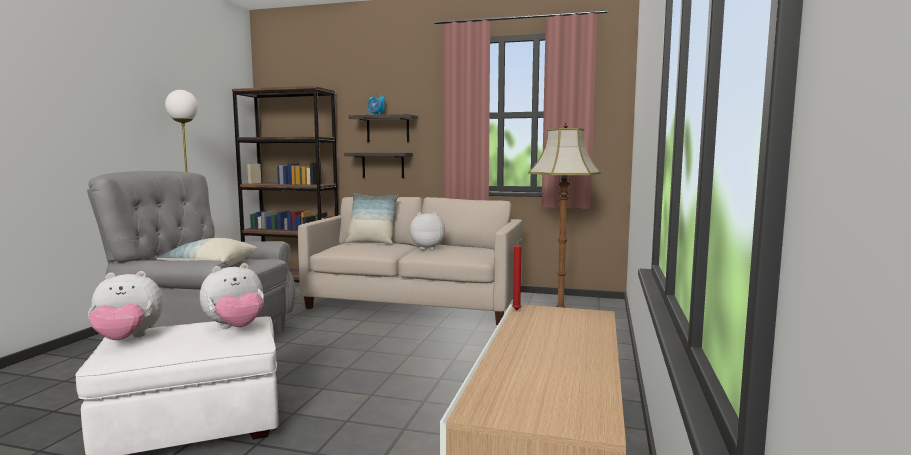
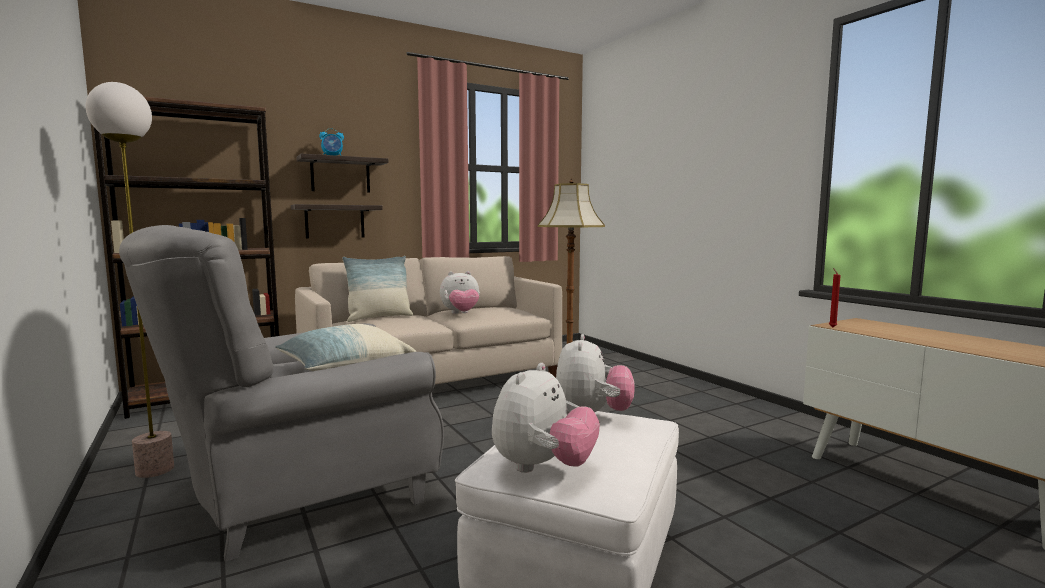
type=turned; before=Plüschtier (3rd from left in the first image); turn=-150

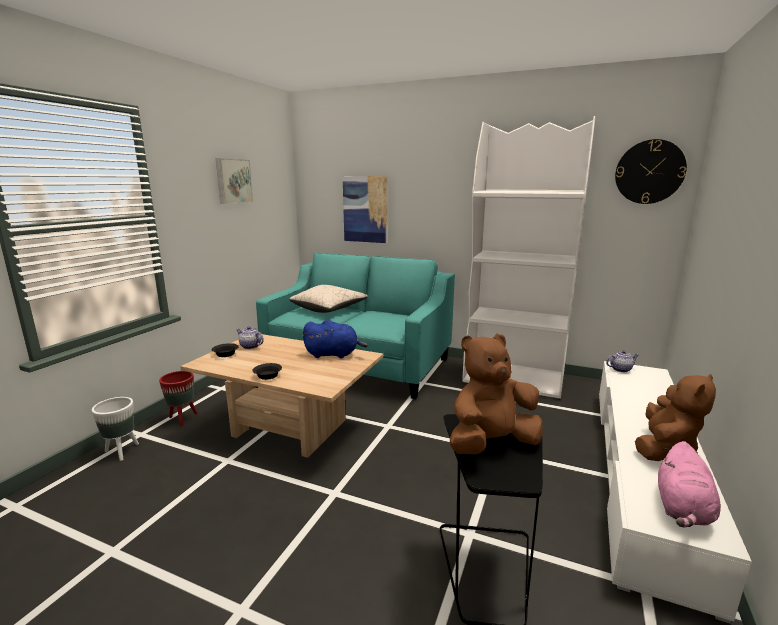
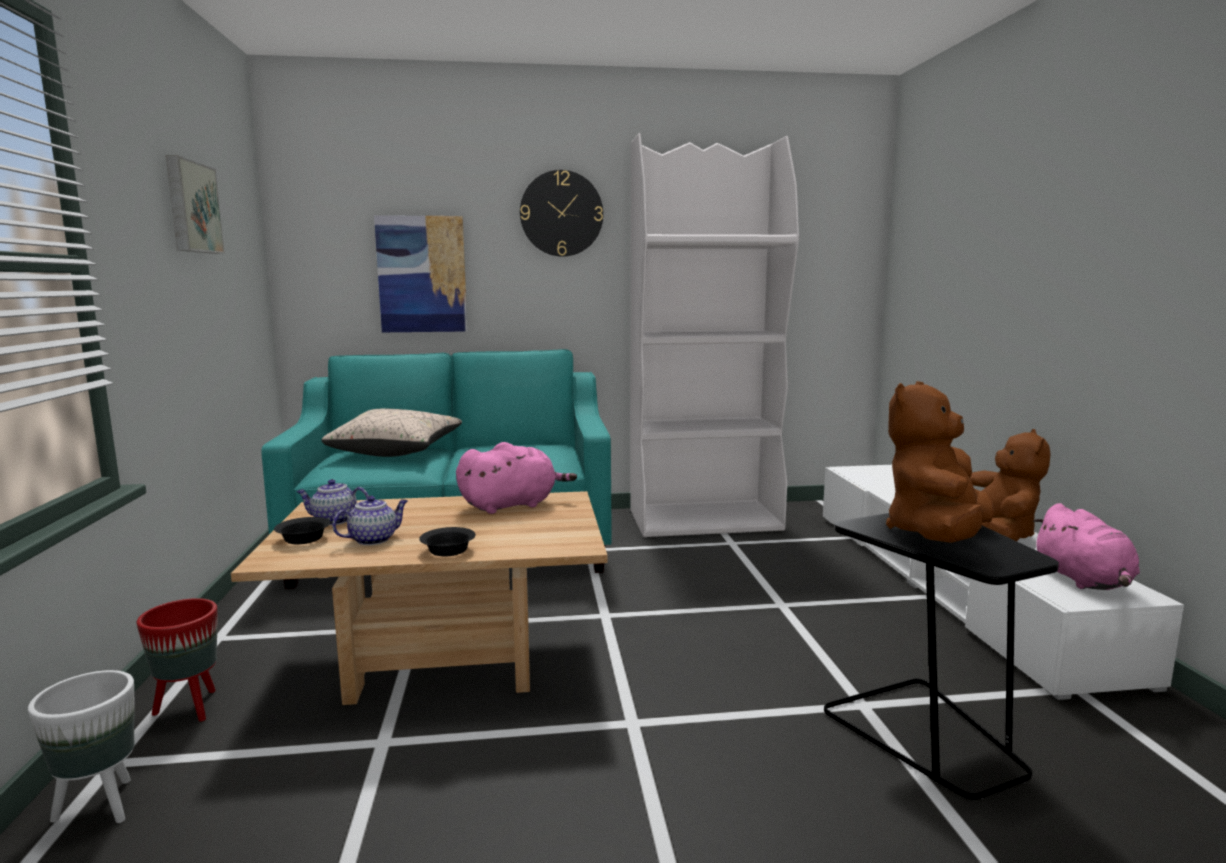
type=moved; before=Teekanne (2nd from left)
type=recoloured; before=Plüschtier [blau]; after=Plüschtier [rosa] (1st from left)
type=moved; before=Wanduhr

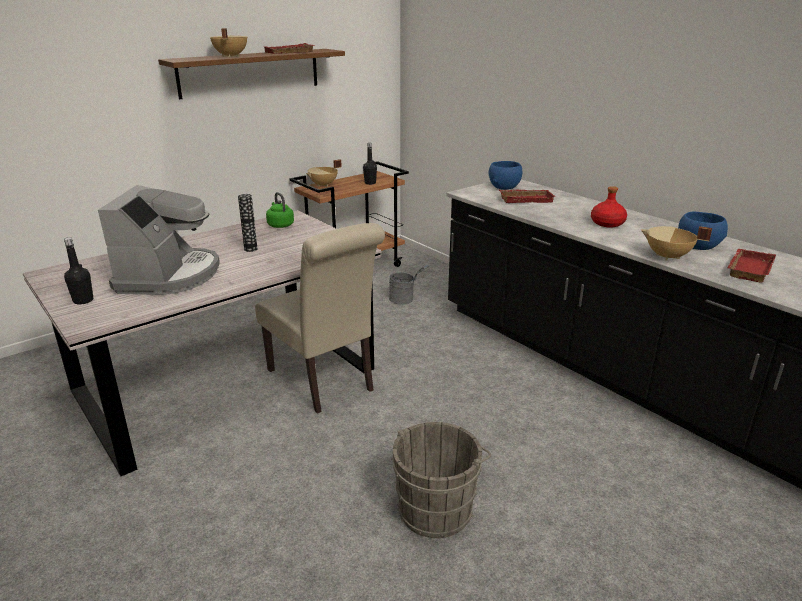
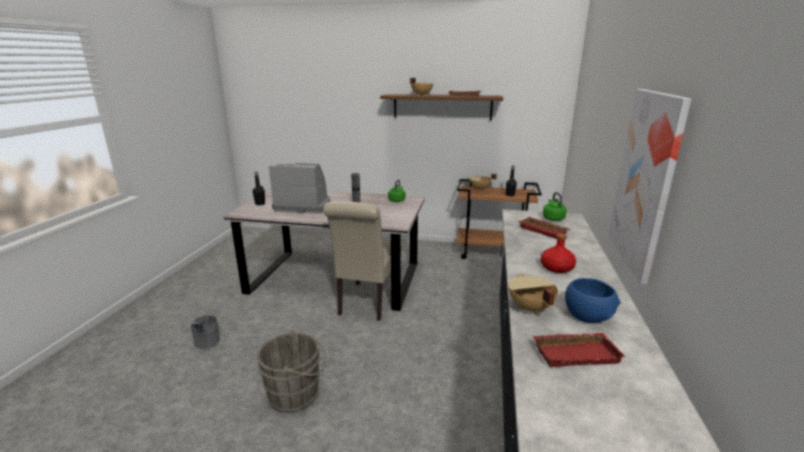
type=moved; before=Eimer [grau] (1st from left)
type=turned; before=Kaffeemaschine; turn=-135
type=replaced; before=Schüssel [blau] (1st from left); after=Wasserkessel [grün] (2nd from left)
type=added; after=Bild

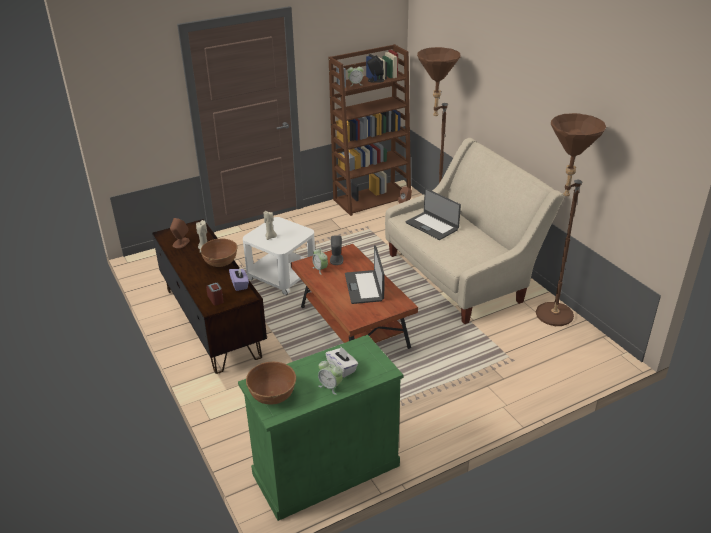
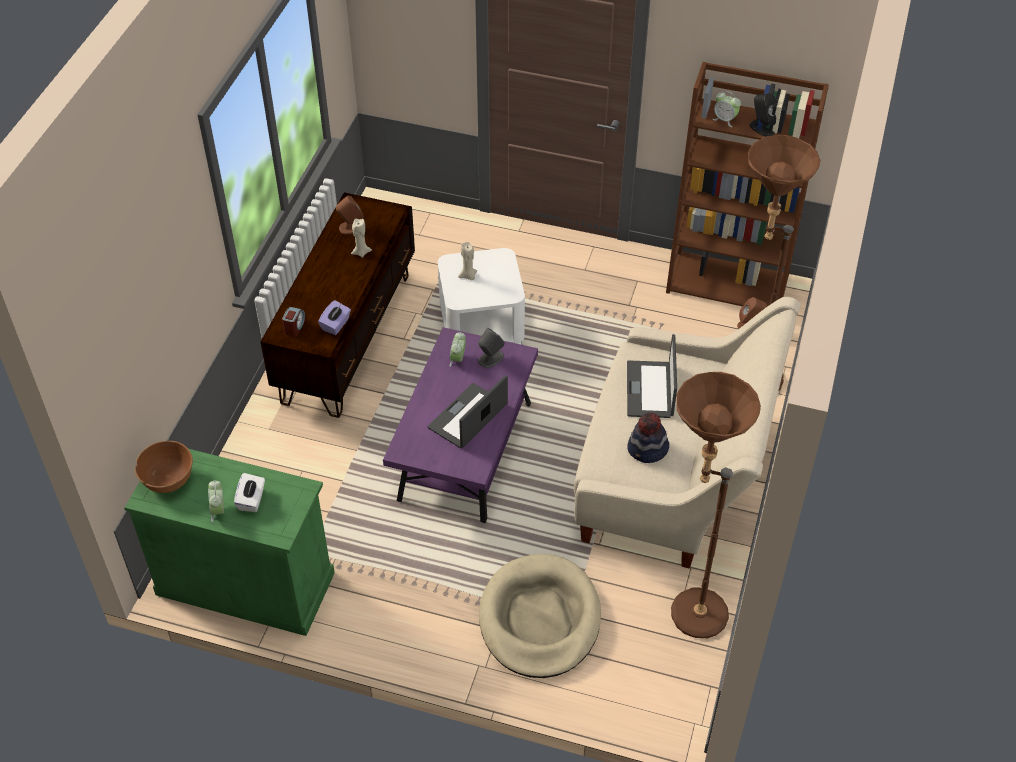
type=recoloured; before=Couchtisch [braun]; after=Couchtisch [lila]
type=added; after=Hundebett [beige]
type=added; after=Hut
type=removed; before=Schüssel [braun] (1st from left)

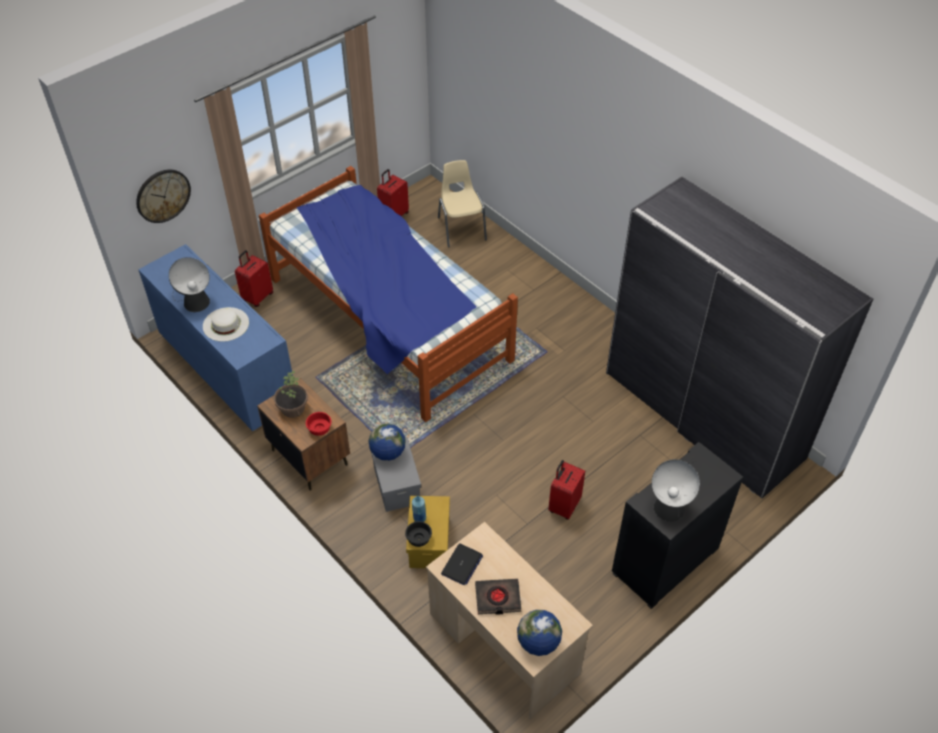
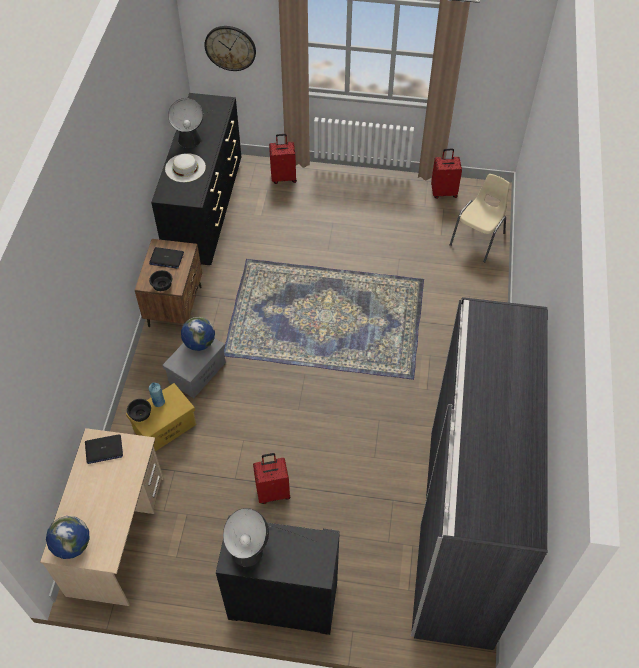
type=replaced; before=Topfpflanze; after=Laptop (2nd from left)
type=recoloured; before=Schüssel [rot]; after=Schüssel [schwarz] (2nd from left)
type=recoloured; before=Kommode [blau]; after=Kommode [schwarz]
type=removed; before=Bett
type=removed; before=Buch [schwarz]

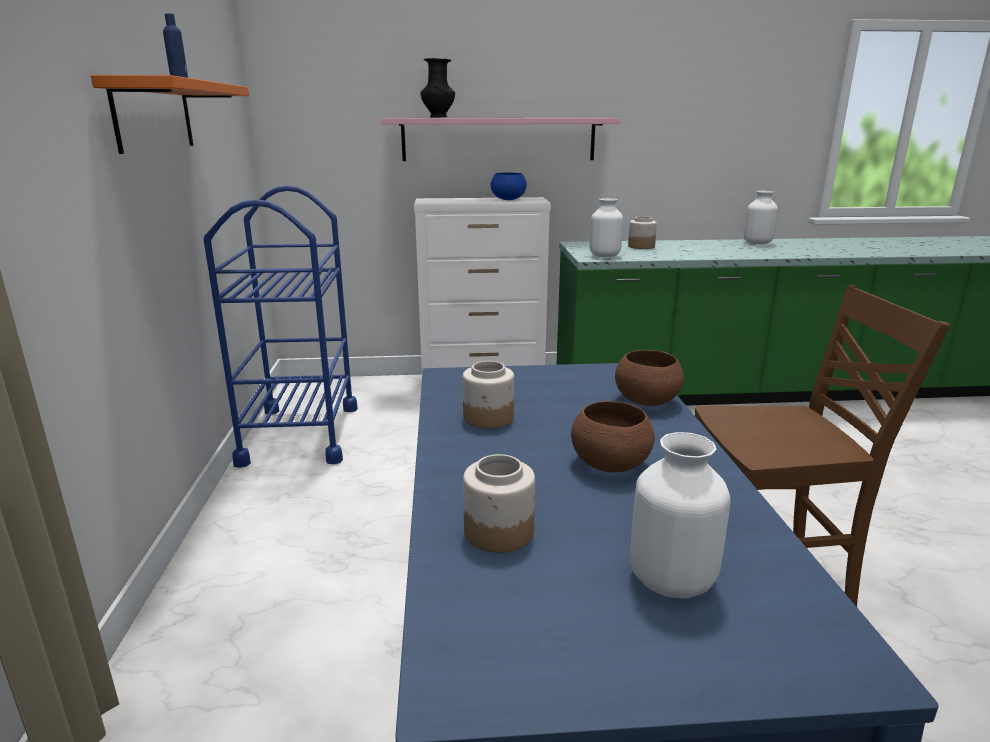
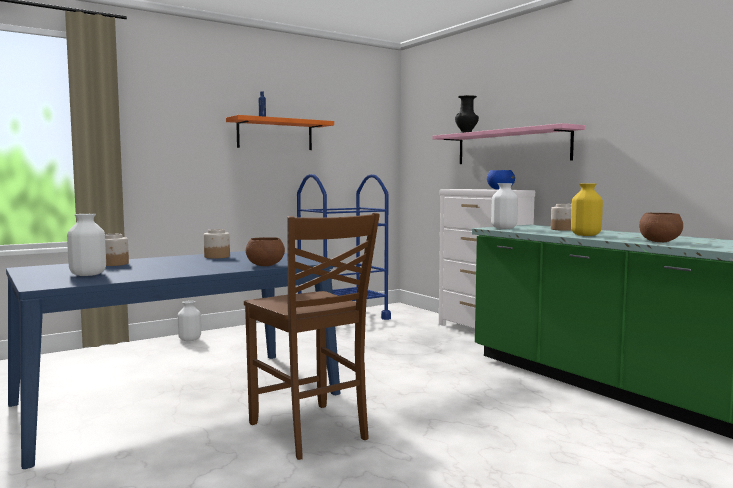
type=moved; before=Vase [weiß] (3rd from left in the first image); after=Vase [weiß] (2nd from left)
type=added; after=Vase [gelb]
type=moved; before=Schüssel [braun] (1st from left in the first image); after=Schüssel [braun] (2nd from left)

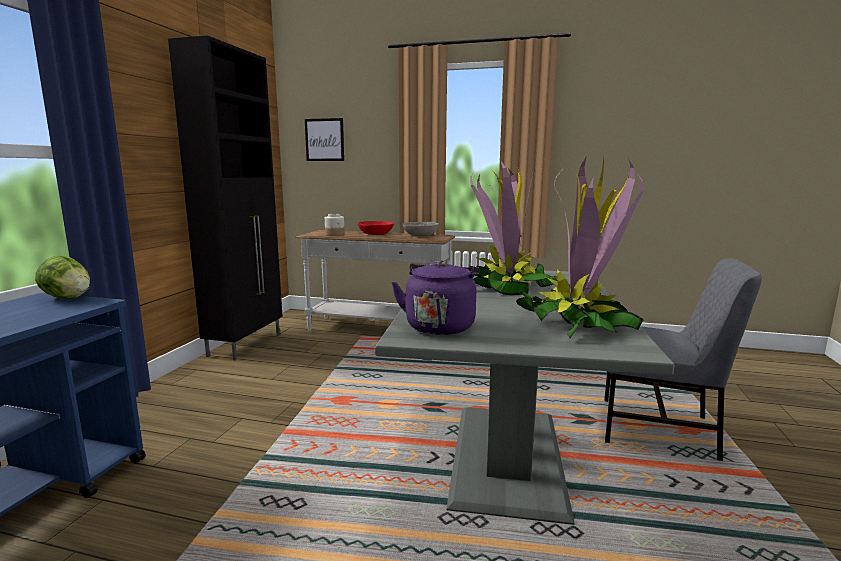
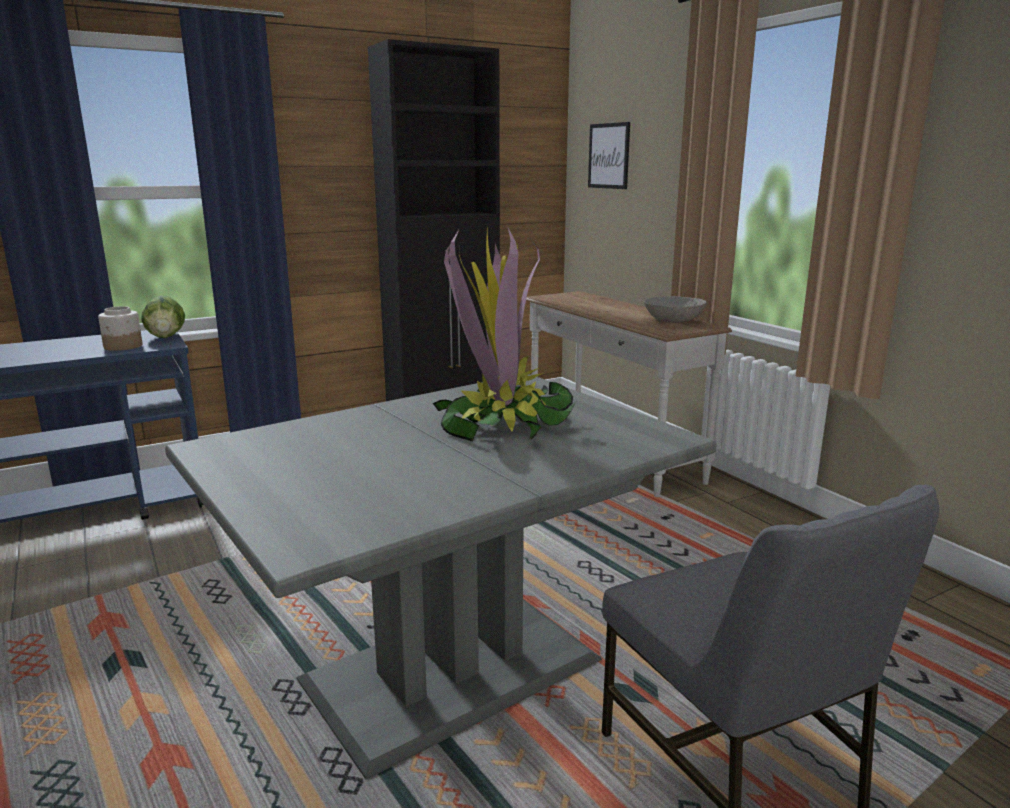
type=moved; before=Vorratsglas
type=removed; before=Schüssel [rot]
type=removed; before=Wasserkessel [lila]
type=removed; before=Topfpflanze (2nd from left)

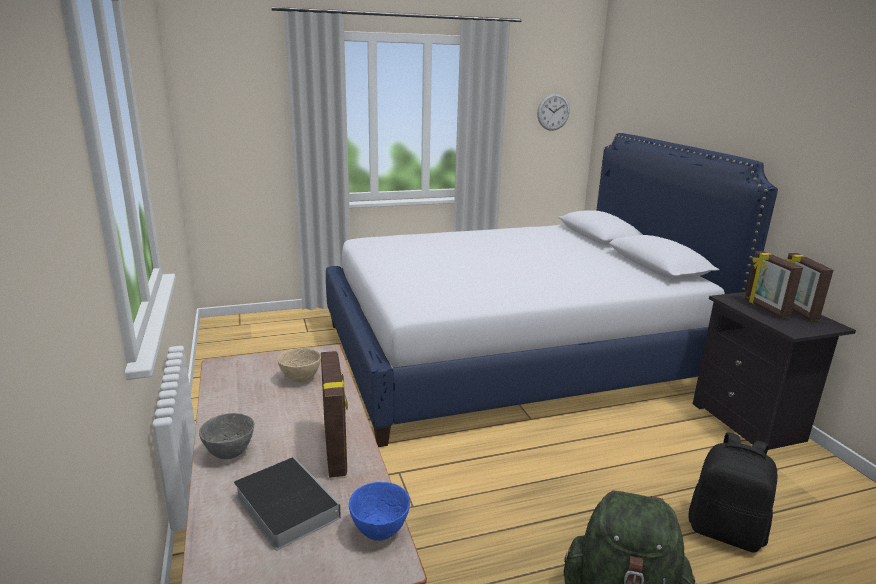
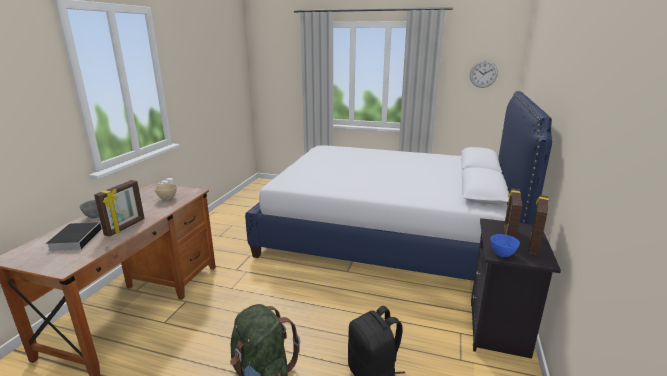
type=moved; before=Schüssel [blau]

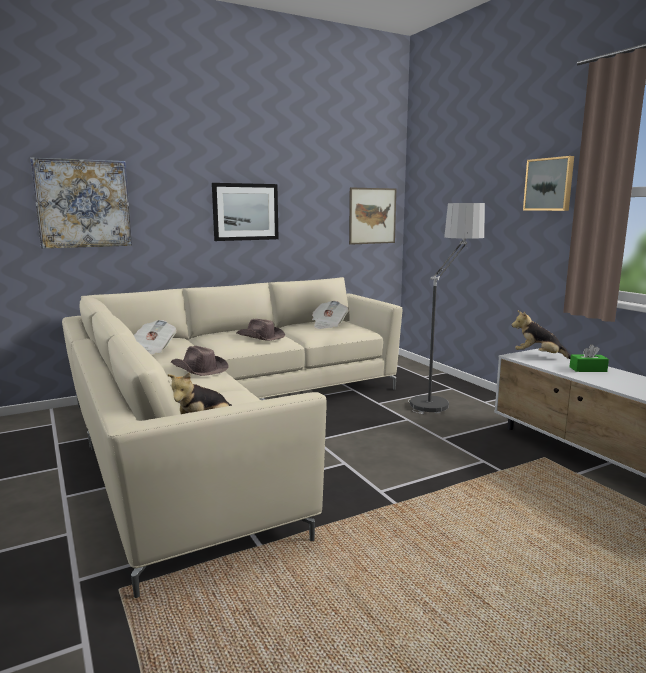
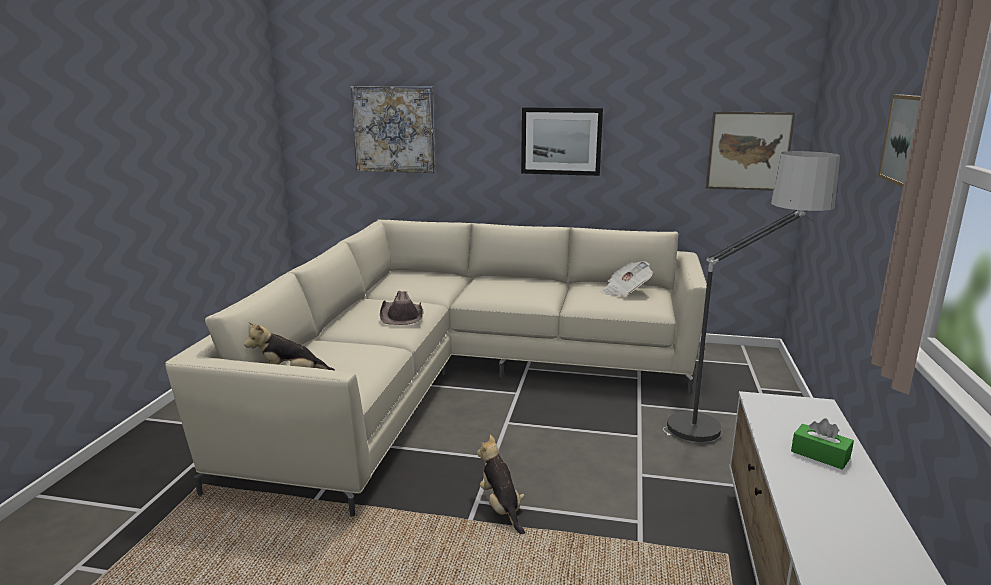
type=moved; before=Plüschtier (2nd from left)
type=removed; before=Zeitung (1st from left)
type=removed; before=Hut [braun] (2nd from left)

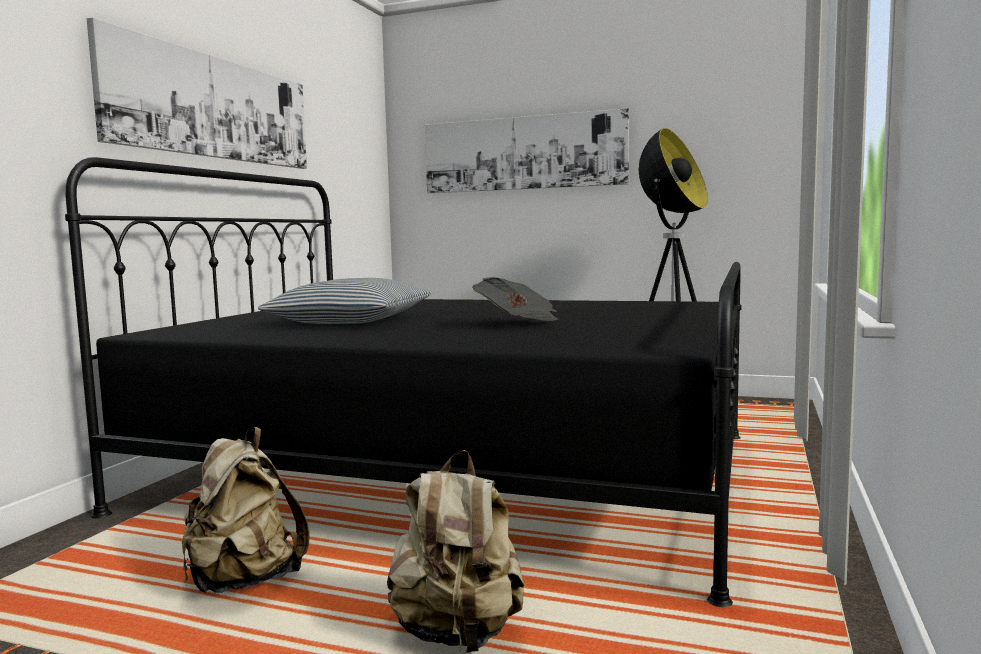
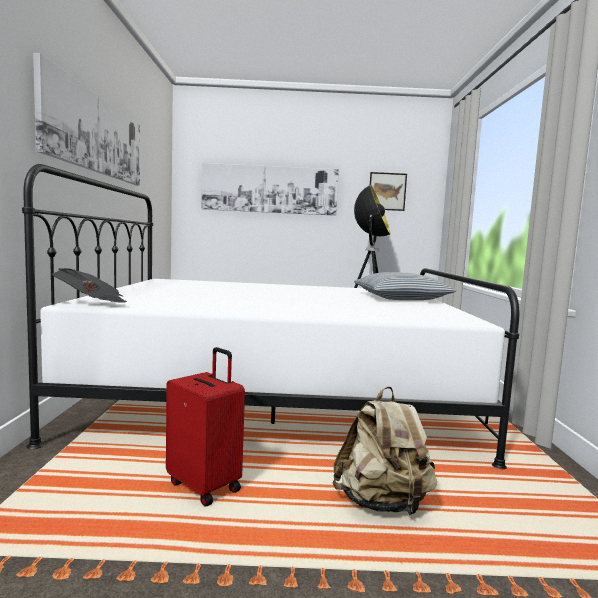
type=recoloured; before=Bett [schwarz]; after=Bett [weiß]
type=moved; before=Zeitung
type=replaced; before=Rucksack [beige] (1st from left); after=Koffer [rot]
type=moved; before=Kissen
type=added; after=Bild (3rd from left)

